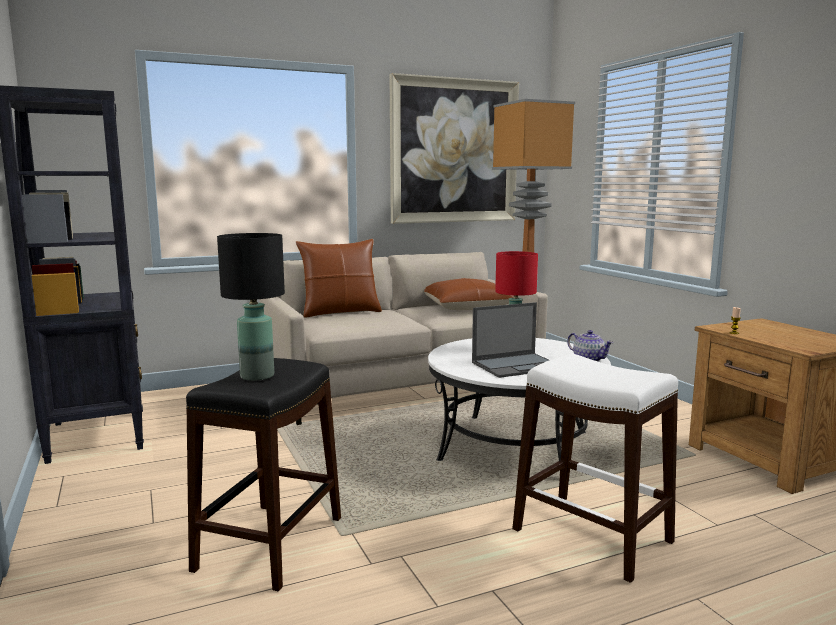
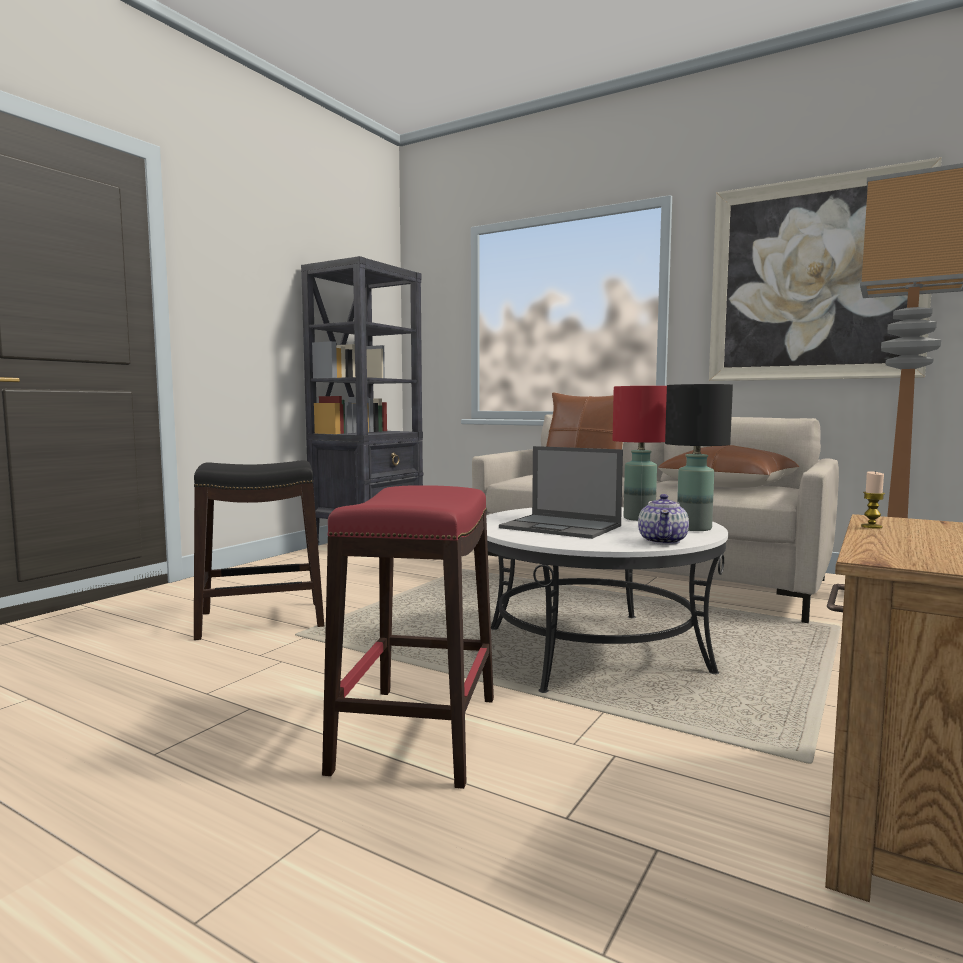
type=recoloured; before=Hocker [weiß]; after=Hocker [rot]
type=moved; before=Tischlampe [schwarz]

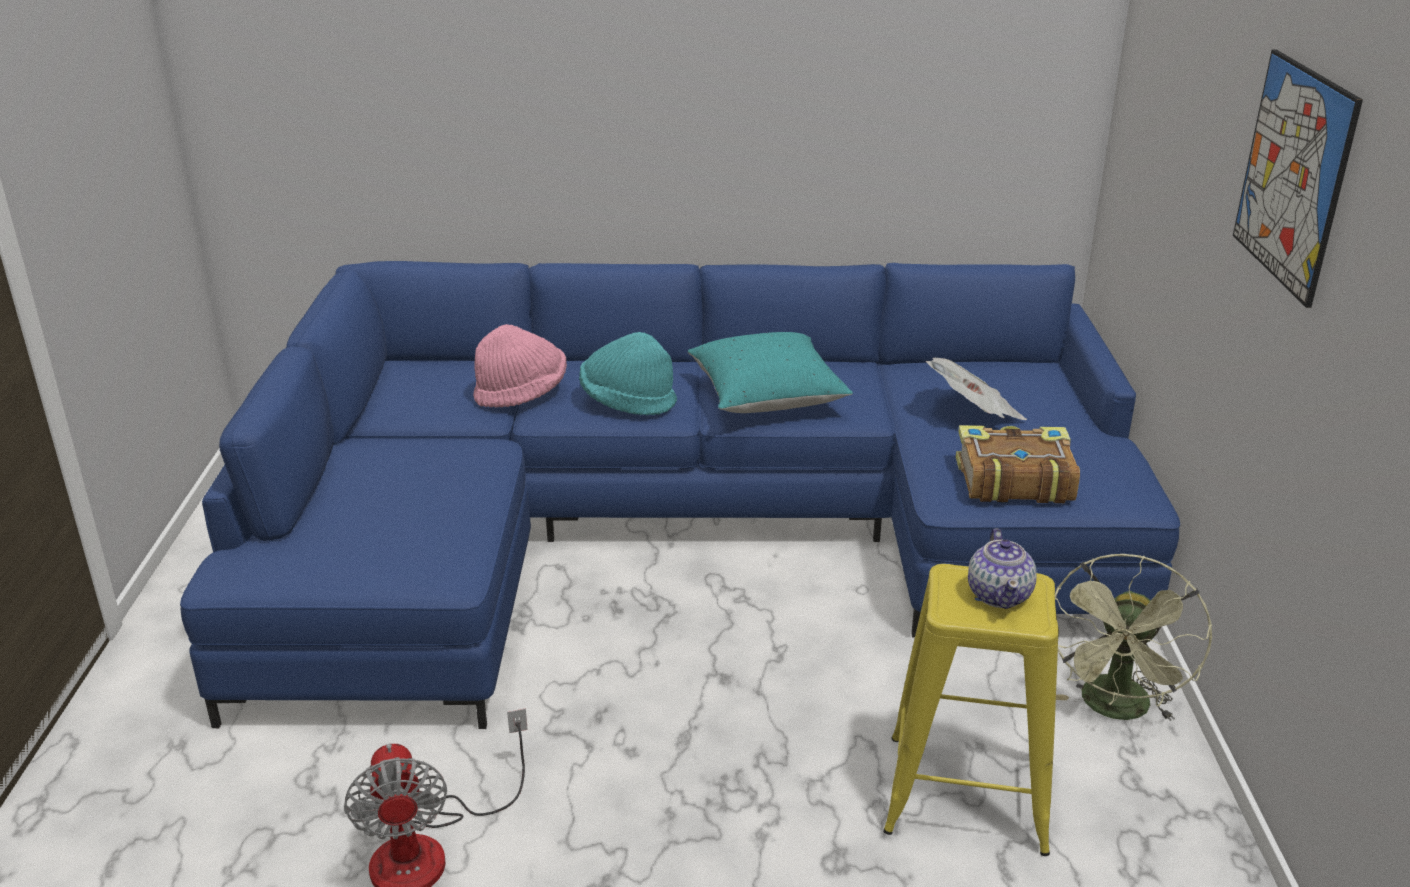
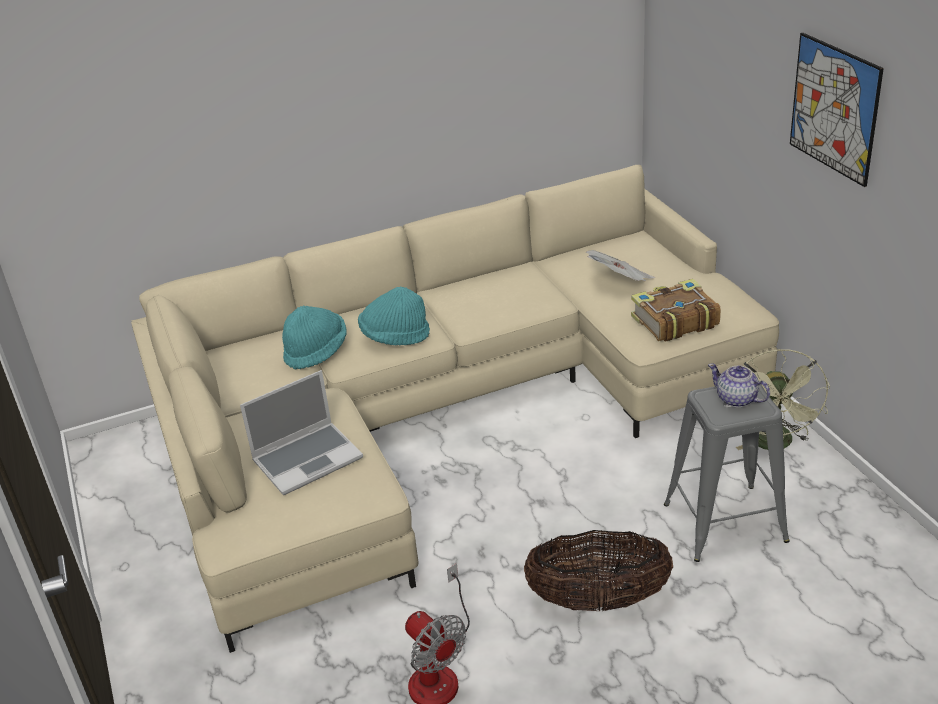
type=recoloured; before=Sofa [blau]; after=Sofa [beige]
type=added; after=Laptop
type=recoloured; before=Hut [rosa]; after=Hut [türkis] (1st from left)
type=added; after=Korb
type=recoloured; before=Hocker [gelb]; after=Hocker [grau]
type=turned; before=Teekanne; turn=150
type=removed; before=Kissen [türkis]

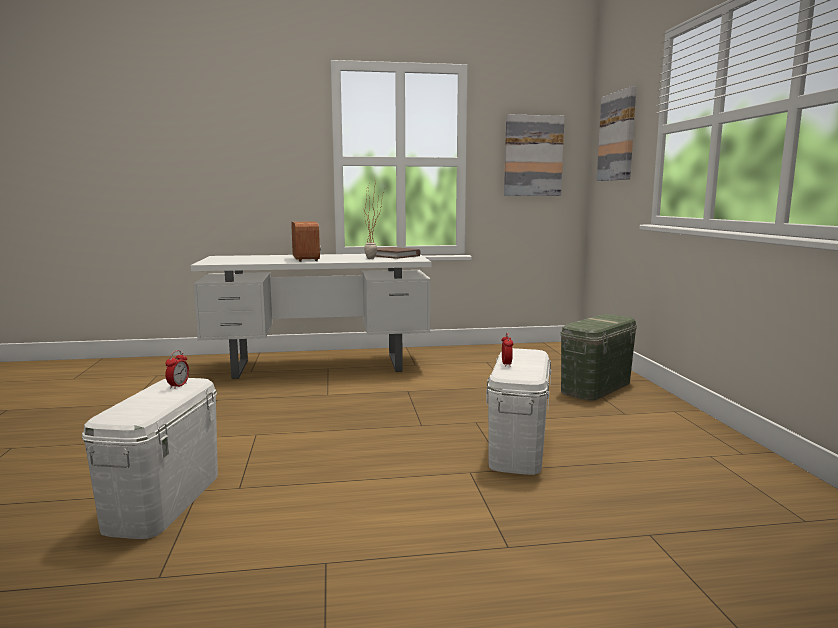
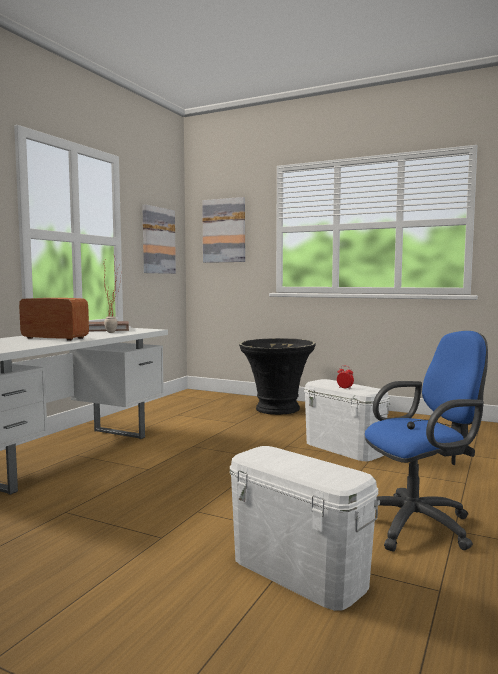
type=replaced; before=Aufbewahrungsbox [grün]; after=Pflanzkübel [schwarz]
type=added; after=Bürostuhl [blau]
type=removed; before=Wecker (1st from left)

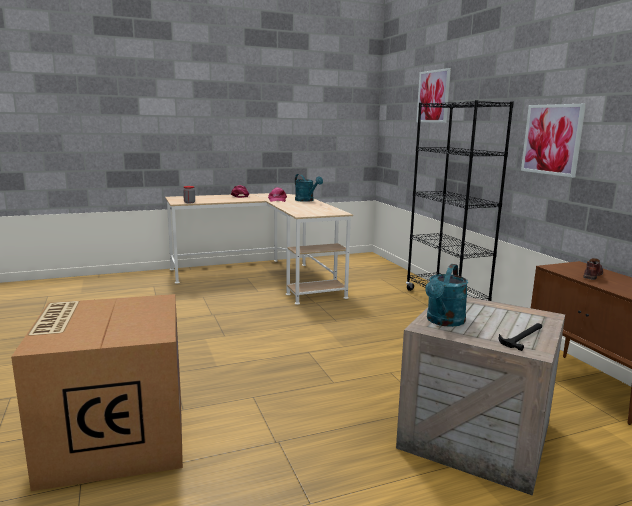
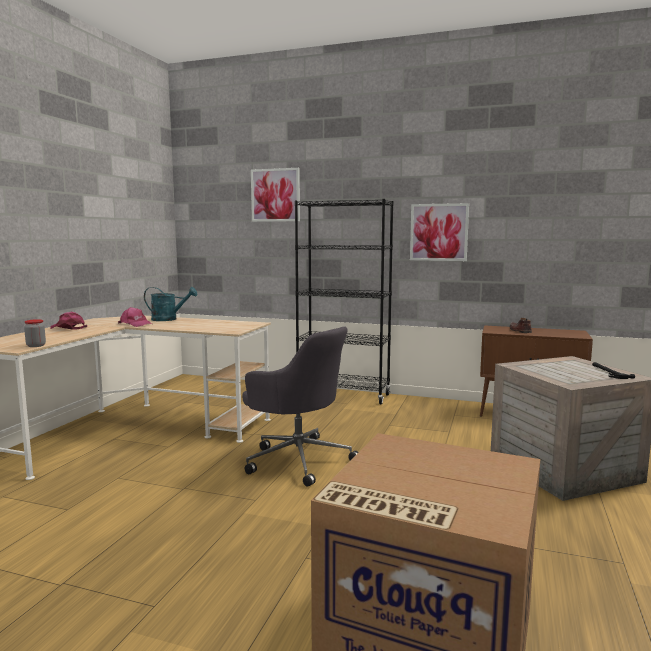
type=added; after=Bürostuhl [grau]
type=removed; before=Gießkanne [türkis] (2nd from left)

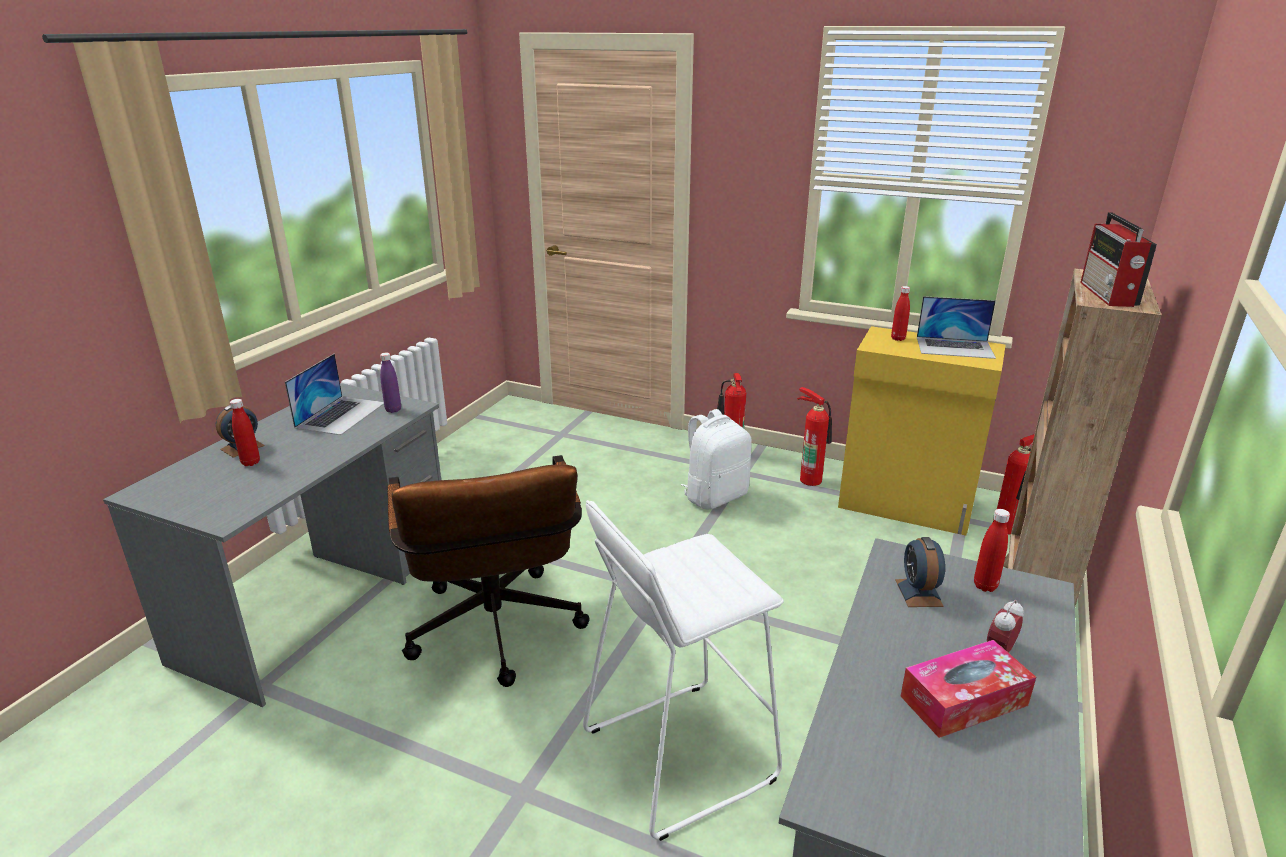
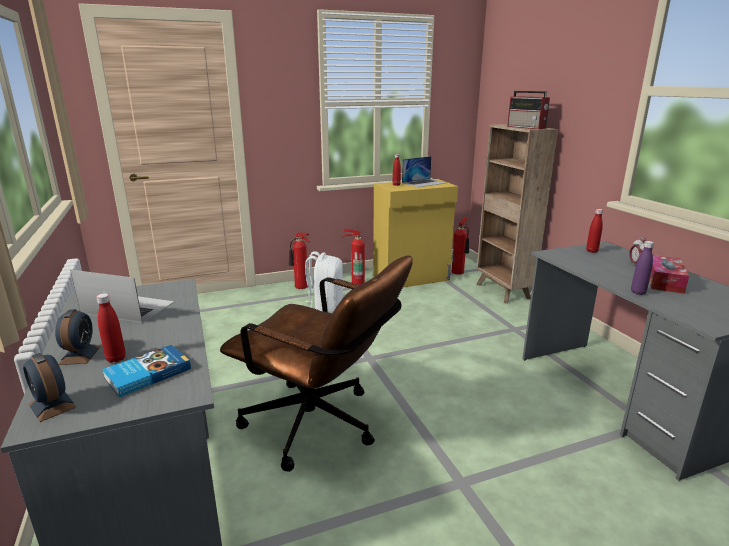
type=moved; before=Wecker (2nd from left in the first image); after=Wecker (1st from left)
type=turned; before=Laptop (1st from left); turn=-45
type=added; after=Buch
type=moved; before=Flasche [lila]
type=removed; before=Hocker [weiß]

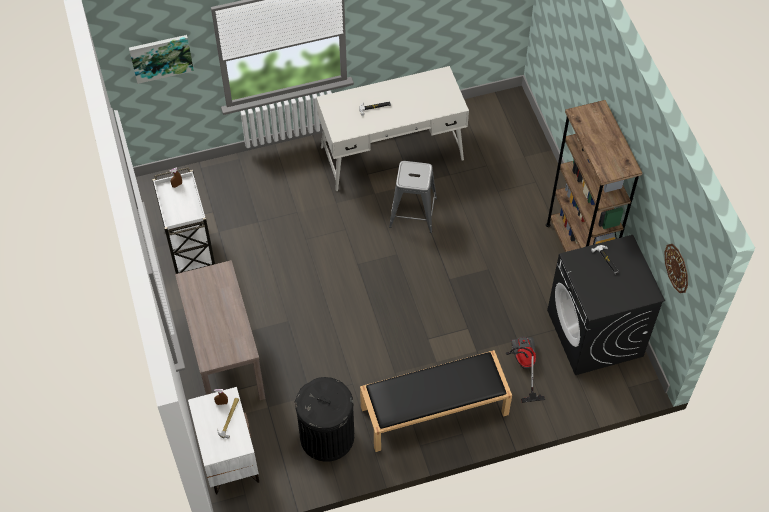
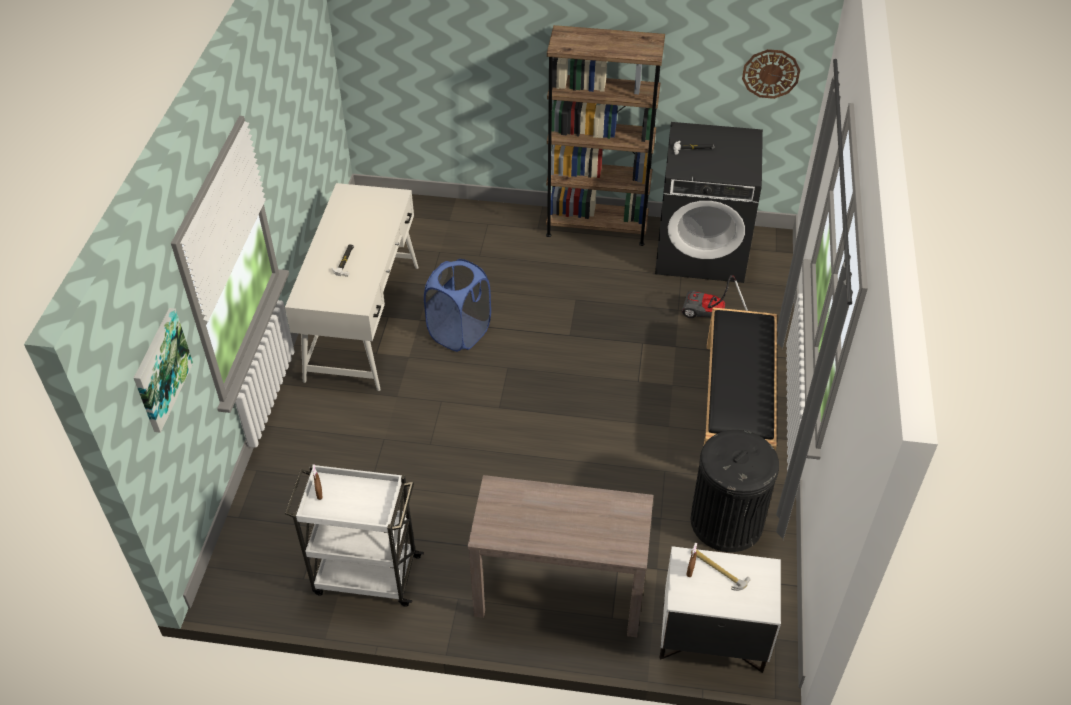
type=replaced; before=Hocker [grau]; after=Wäschekorb [blau]

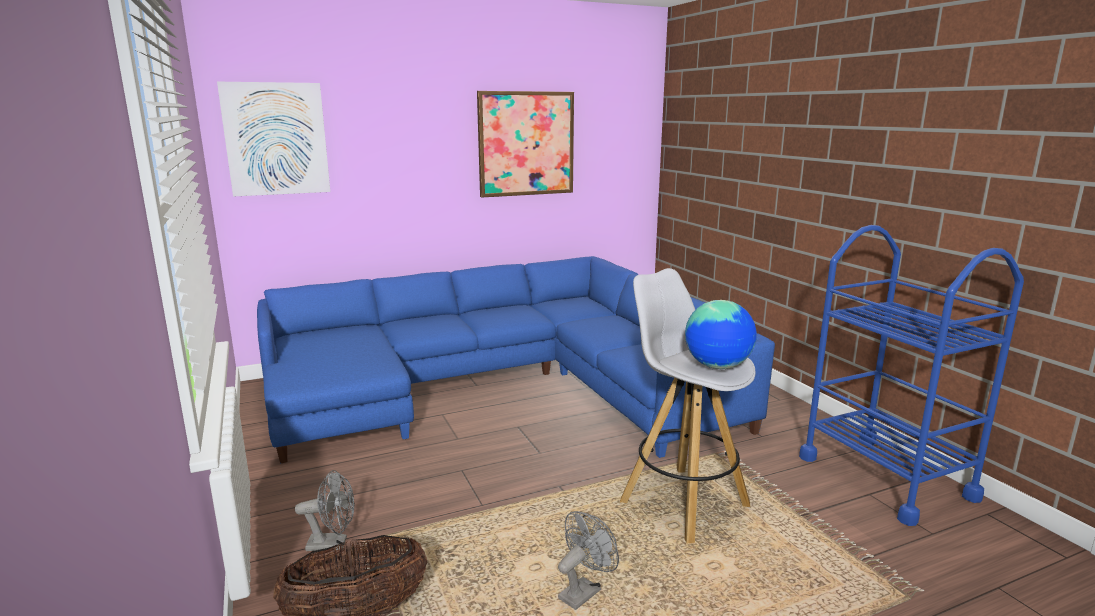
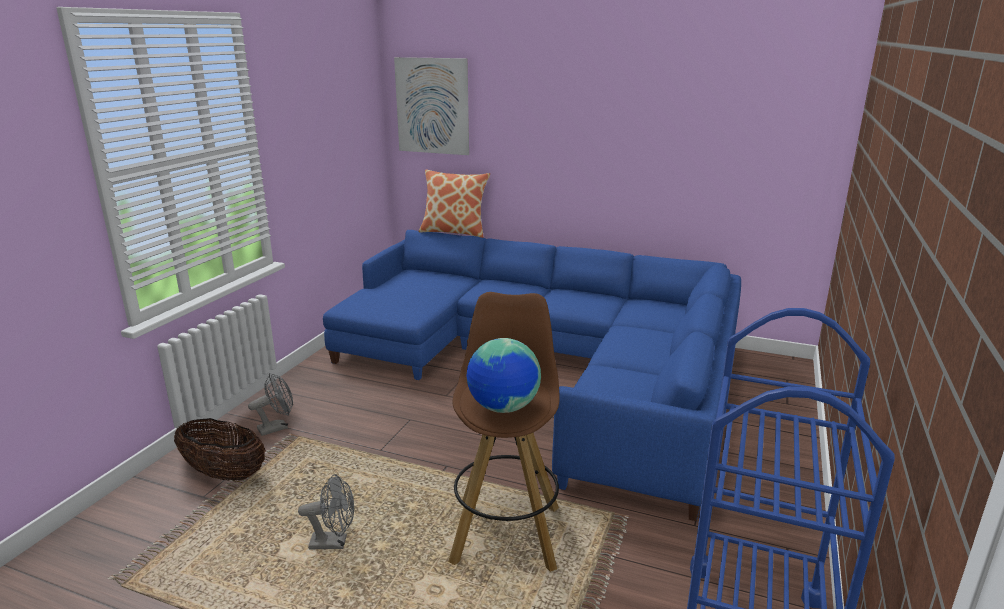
type=turned; before=Ventilator [grau] (1st from left); turn=-75
type=added; after=Kissen
type=recoloured; before=Hocker [weiß]; after=Hocker [braun]
type=removed; before=Bild (2nd from left)

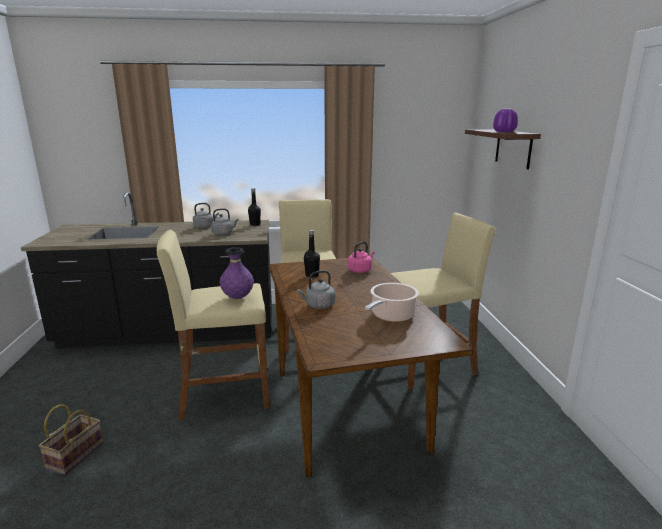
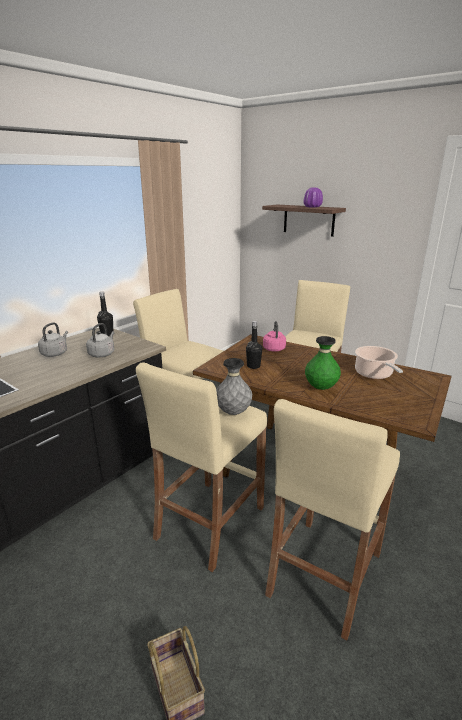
type=recoloured; before=Vase [lila] (1st from left); after=Vase [grau]
type=added; after=Hocker [beige] (4th from left)
type=replaced; before=Wasserkessel [grau] (3rd from left); after=Vase [grün]

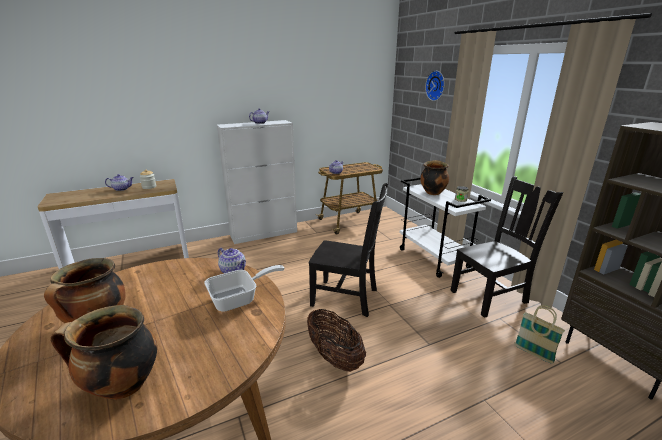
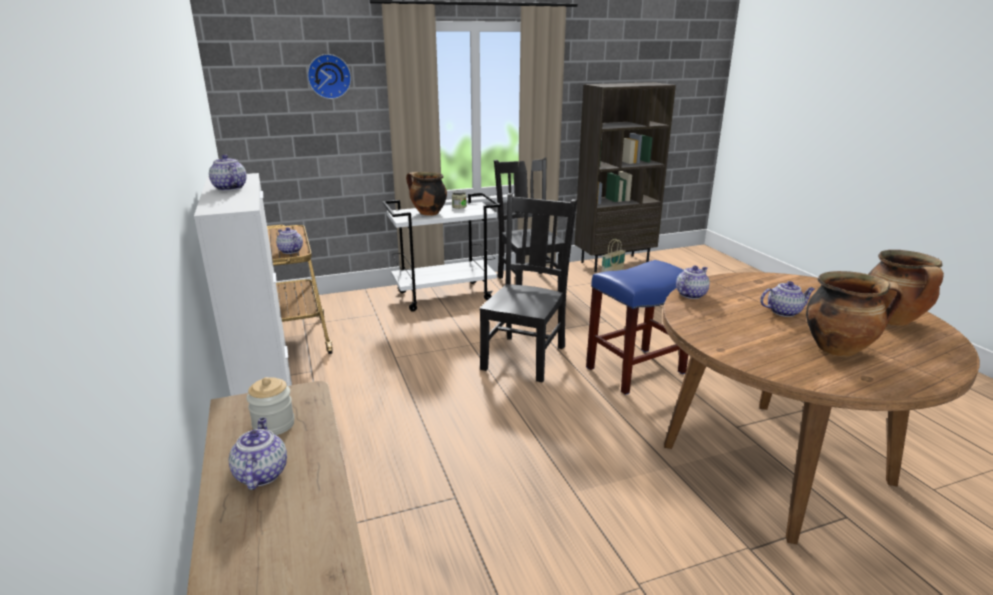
type=replaced; before=Korb (1st from left); after=Hocker [blau]
type=added; after=Teekanne (5th from left)
type=removed; before=Pfanne

